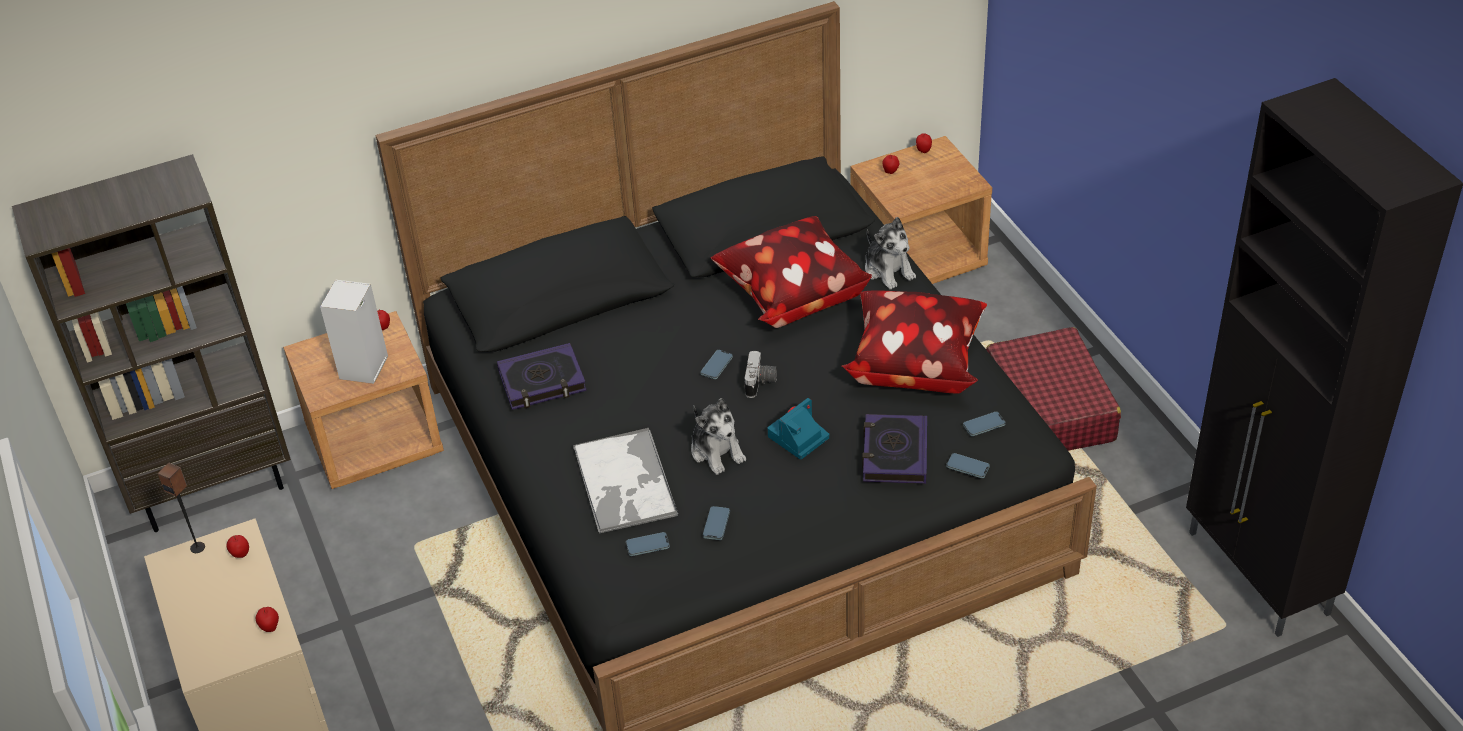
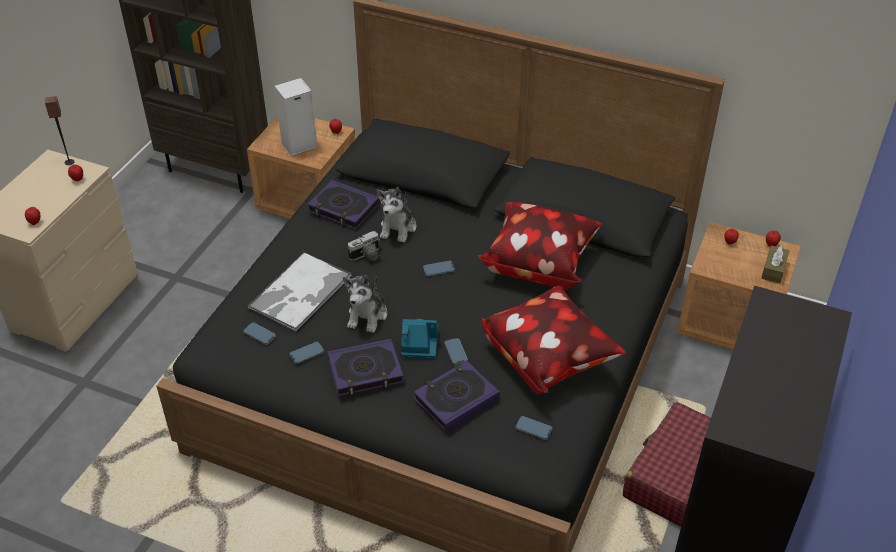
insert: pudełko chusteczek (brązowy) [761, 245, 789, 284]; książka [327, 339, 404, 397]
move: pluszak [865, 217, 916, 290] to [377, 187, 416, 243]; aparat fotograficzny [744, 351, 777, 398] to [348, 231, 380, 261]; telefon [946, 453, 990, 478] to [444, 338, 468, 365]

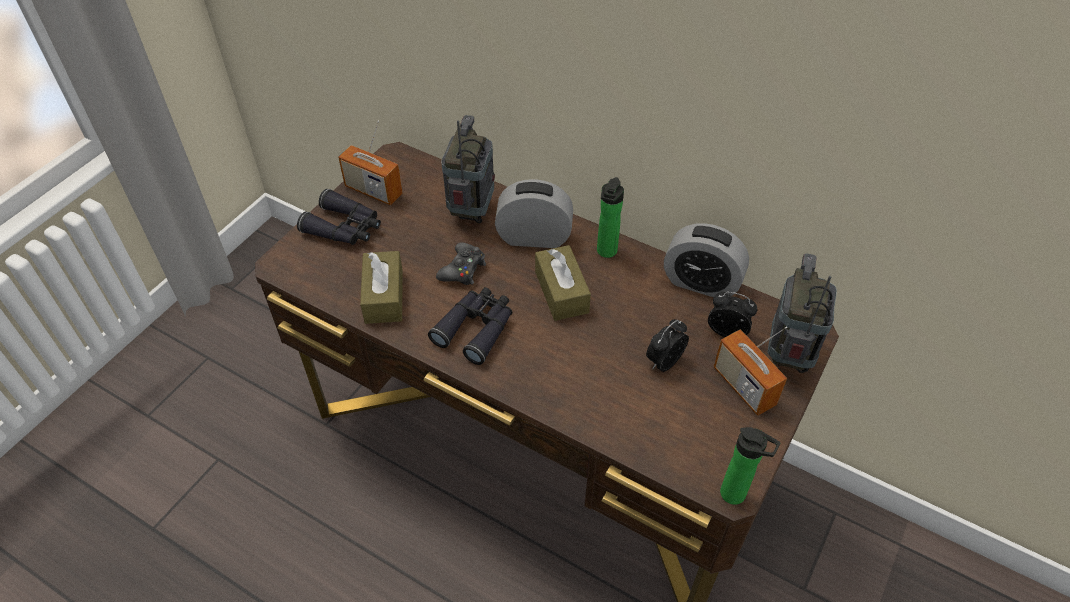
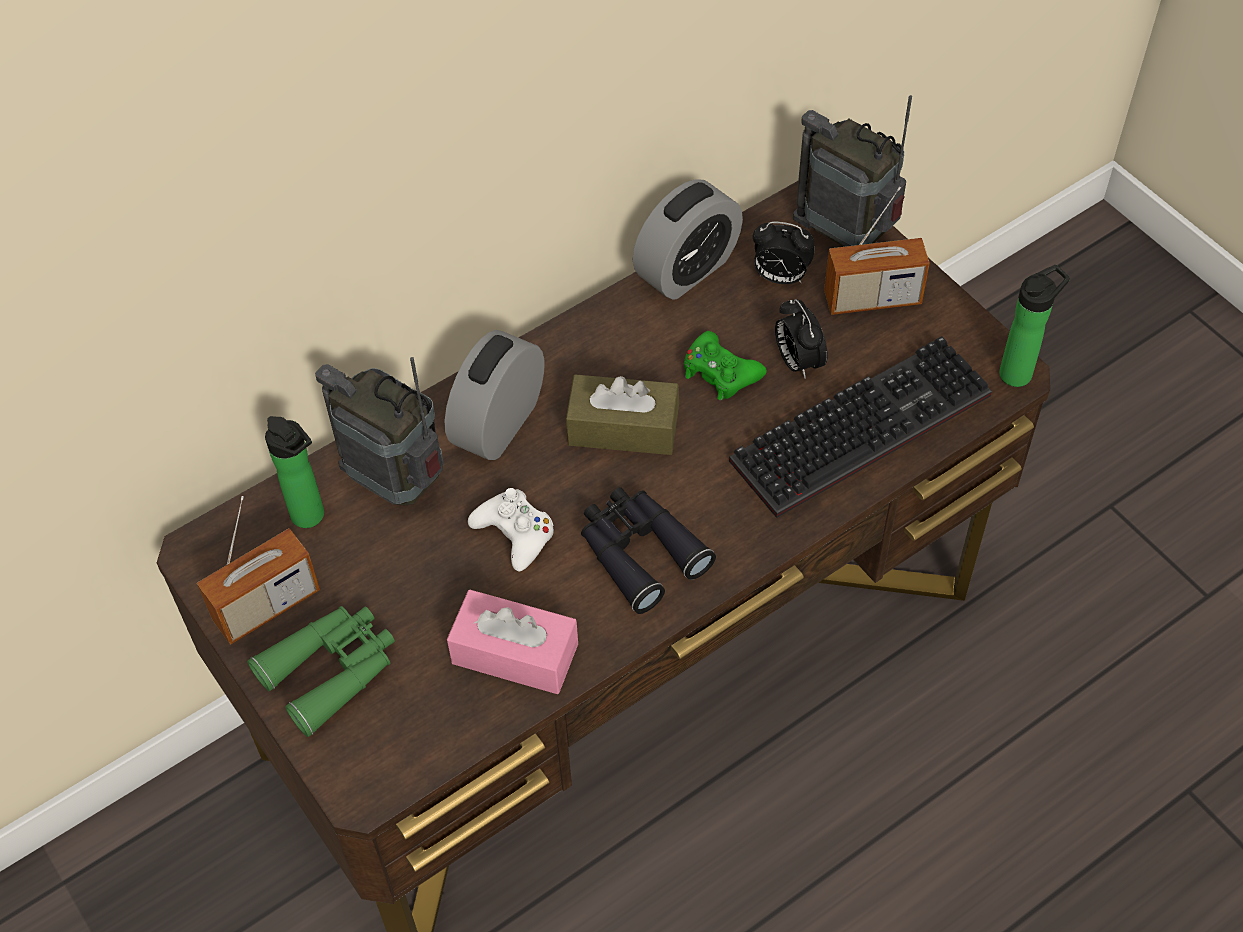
insert: pad do gier (zielony) [684, 331, 767, 401]; klawiatura [729, 336, 992, 518]
move: butelka [597, 177, 624, 258] to [265, 416, 324, 528]
recolor: lornetka (czarny) [297, 189, 381, 245] to lornetka (zielony) [247, 606, 395, 737]; pad do gier (czarny) [436, 242, 486, 285] to pad do gier (biały) [468, 488, 554, 572]; pudełko chusteczek (brązowy) [360, 251, 403, 324] to pudełko chusteczek (różowy) [447, 590, 578, 694]
rotate: budzik [708, 292, 757, 337] = [753, 221, 815, 284] 120 degrees counterclockwise

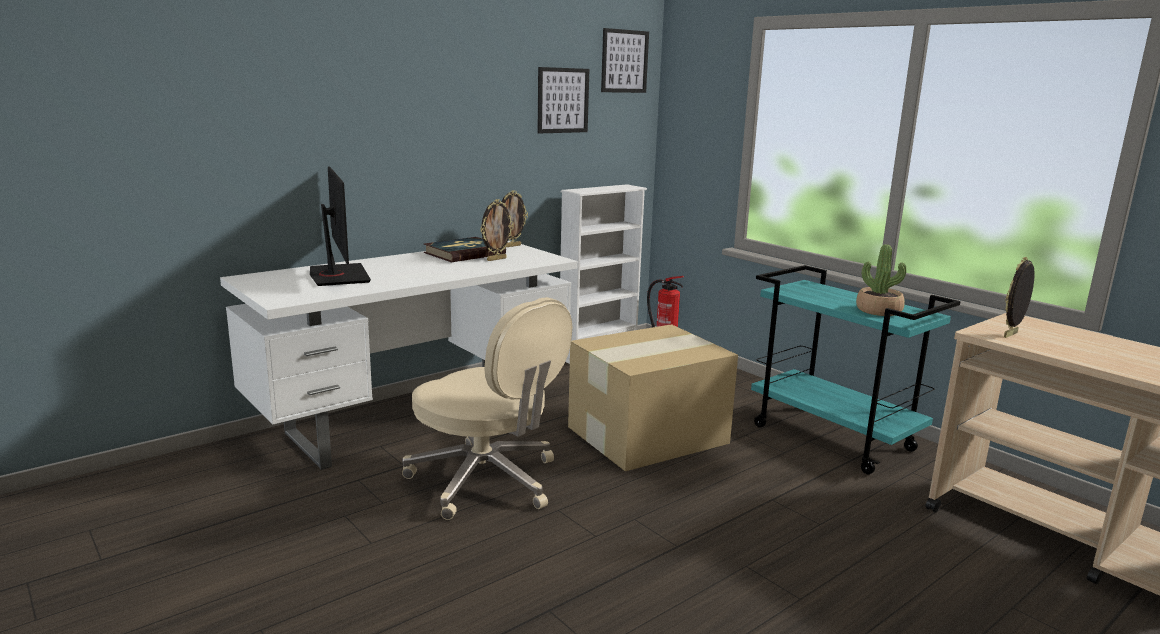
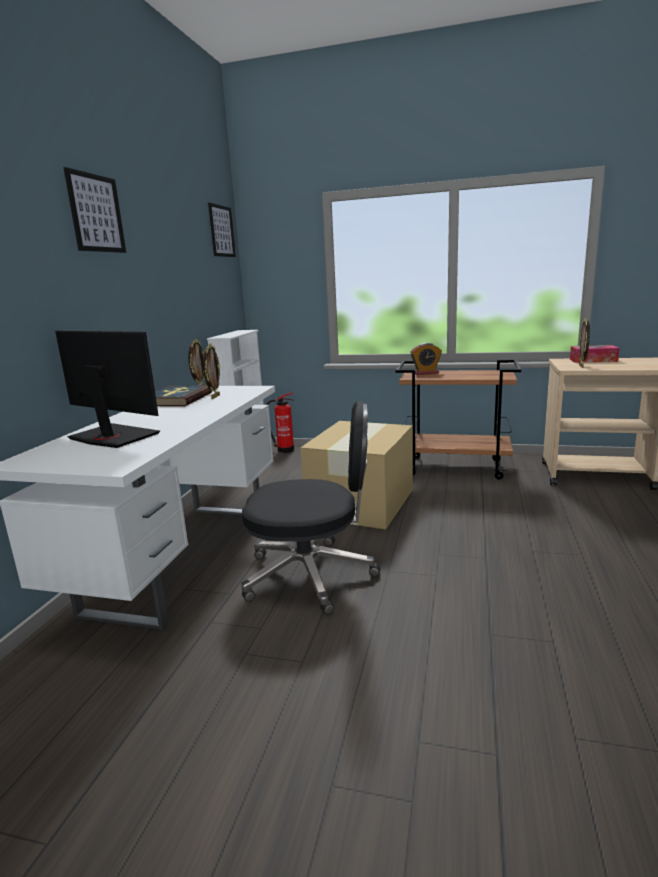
delete: roślina doniczkowa [856, 244, 906, 316]
insert: budzik [410, 343, 442, 375]; pudełko chusteczek [570, 345, 620, 363]
move: obraz [537, 67, 589, 133] to [63, 167, 126, 253]
recolor: wózek (turkusowy) [751, 265, 961, 474] to wózek (brązowy) [396, 360, 521, 480]; krzesło biurowe (beżowy) [402, 297, 572, 520] to krzesło biurowe (czarny) [241, 401, 381, 615]

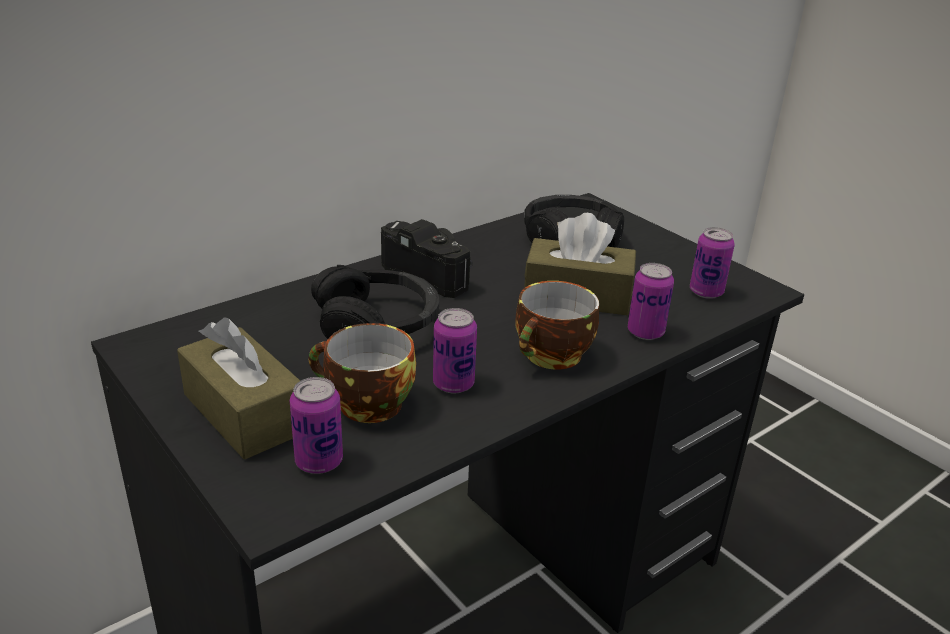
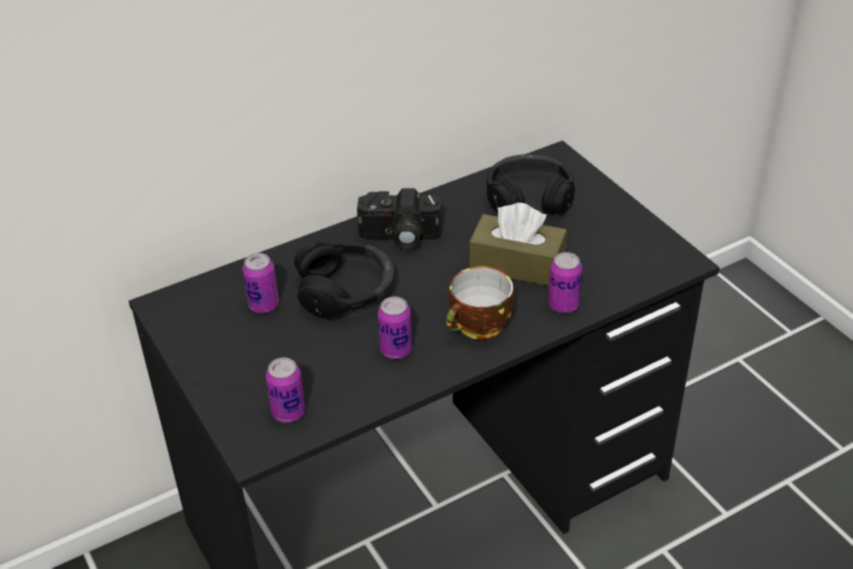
delete: pudełko chusteczek (brązowy) [177, 317, 300, 459]; filiżanka [309, 323, 416, 423]
move: puszka [690, 227, 735, 299] to [242, 253, 279, 313]
rotate: aparat fotograficzny [381, 219, 473, 298] = [357, 188, 442, 250] 135 degrees clockwise

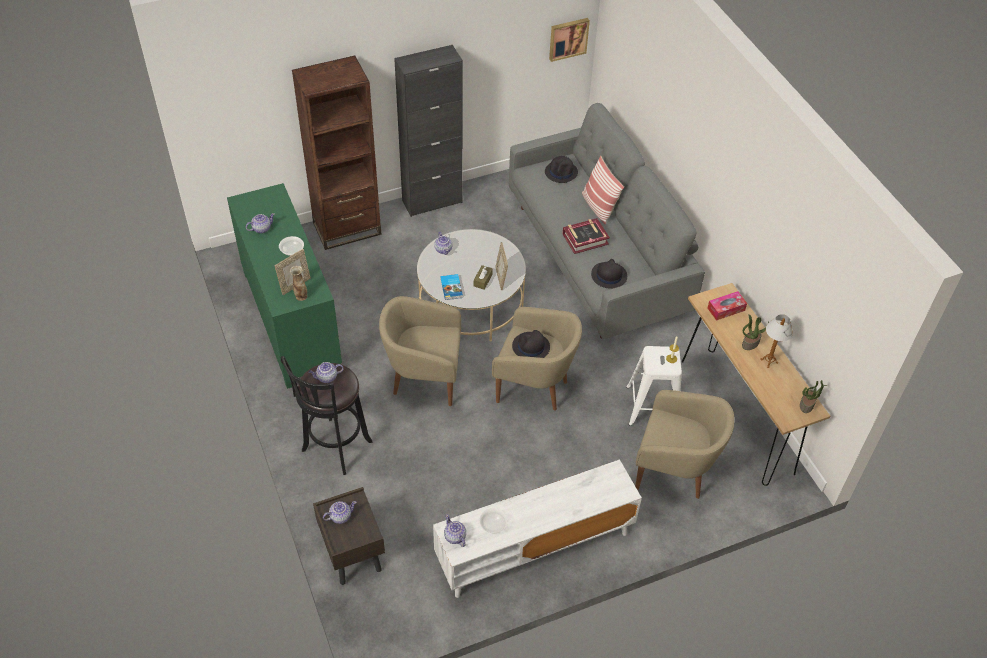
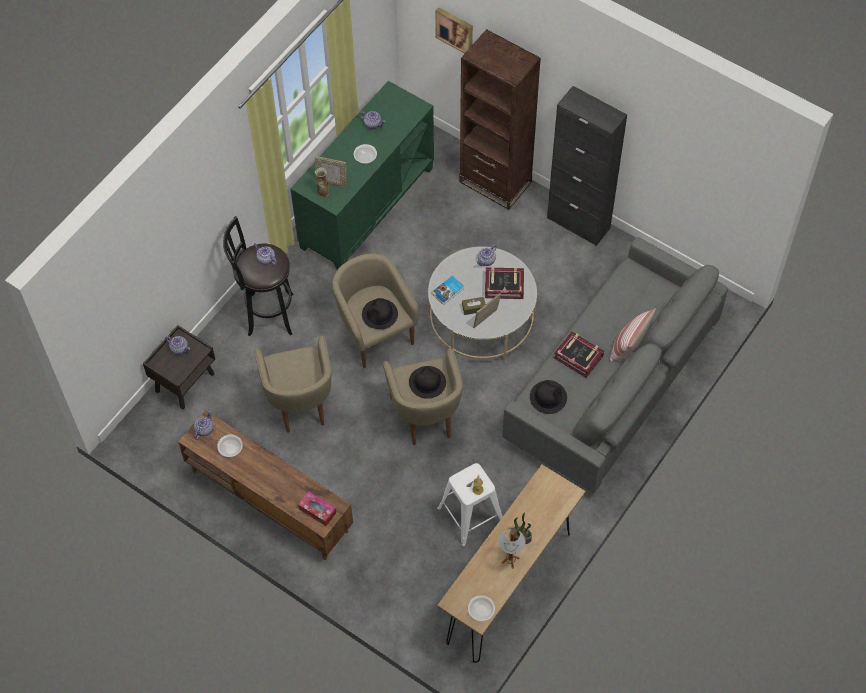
insert: książka [485, 267, 524, 299]
move: obraz [549, 18, 590, 62] to [435, 7, 473, 54]; kapelusz (czarny) [545, 156, 578, 183] to [362, 298, 398, 329]; pudełko chusteczek [708, 291, 747, 321] to [298, 491, 336, 526]; fotel (beżowy) [635, 390, 734, 499] to [254, 336, 331, 433]
replace: roślina doniczkowa [800, 380, 827, 413] to miska [468, 595, 495, 621]
recolor: szafka pod telewizor (biały) [433, 459, 642, 598] to szafka pod telewizor (brązowy) [178, 410, 353, 560]

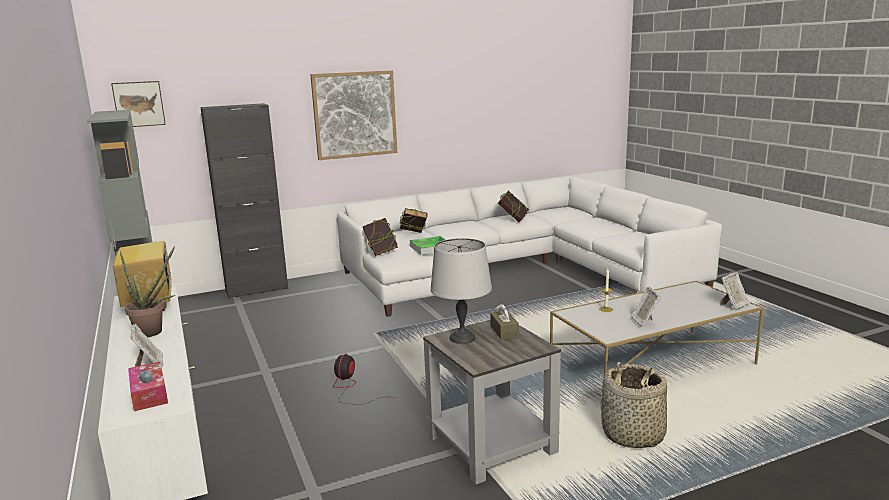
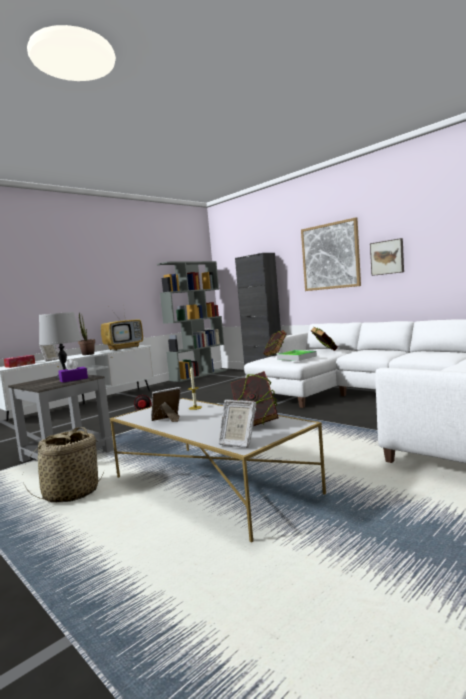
move: obraz [111, 81, 166, 127] to [370, 238, 404, 276]; książka [498, 191, 529, 222] to [231, 371, 279, 426]
recolor: pudełko chusteczek (brązowy) [490, 304, 519, 340] to pudełko chusteczek (fioletowy) [58, 359, 88, 383]

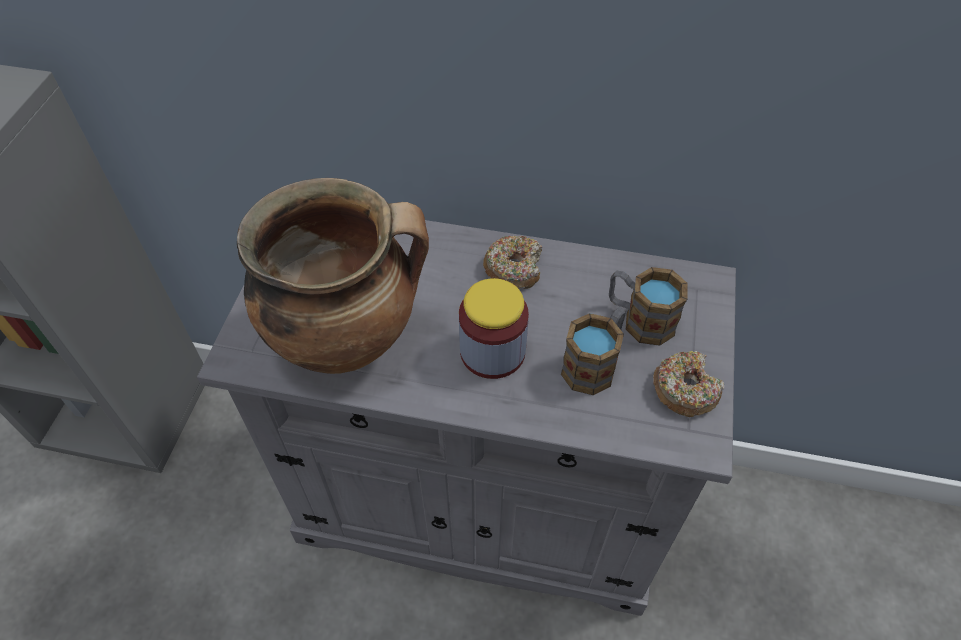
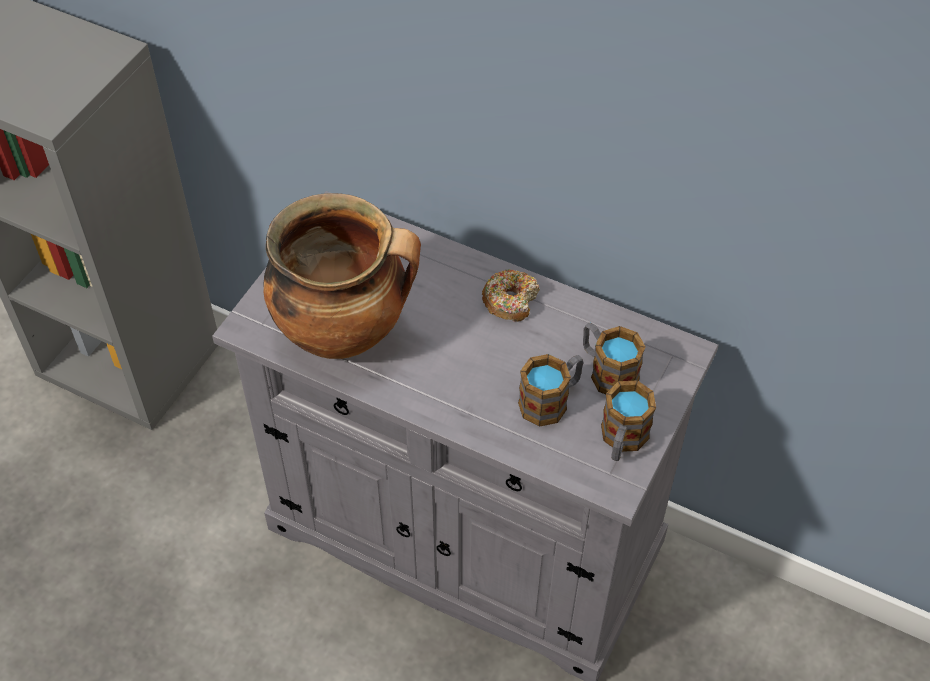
delete: słoik [459, 278, 529, 379]
replace: donut [653, 351, 724, 417] to kubek [601, 380, 656, 461]

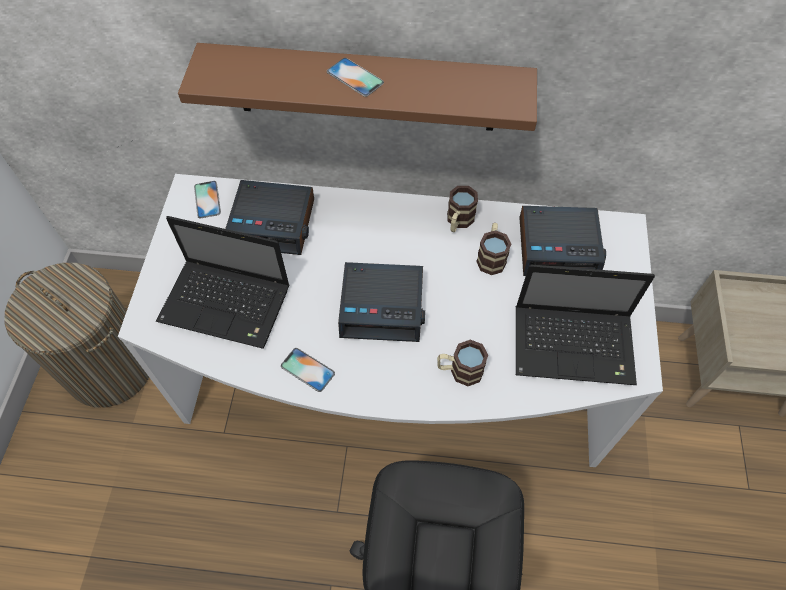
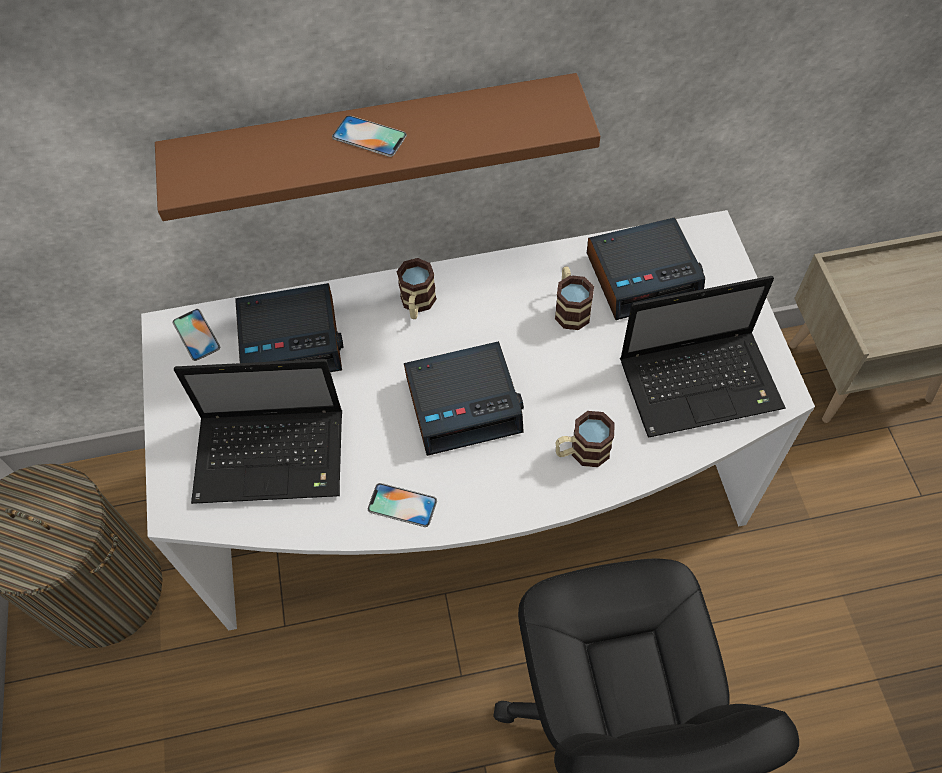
move: kubek [447, 186, 478, 232] to [397, 258, 437, 319]

